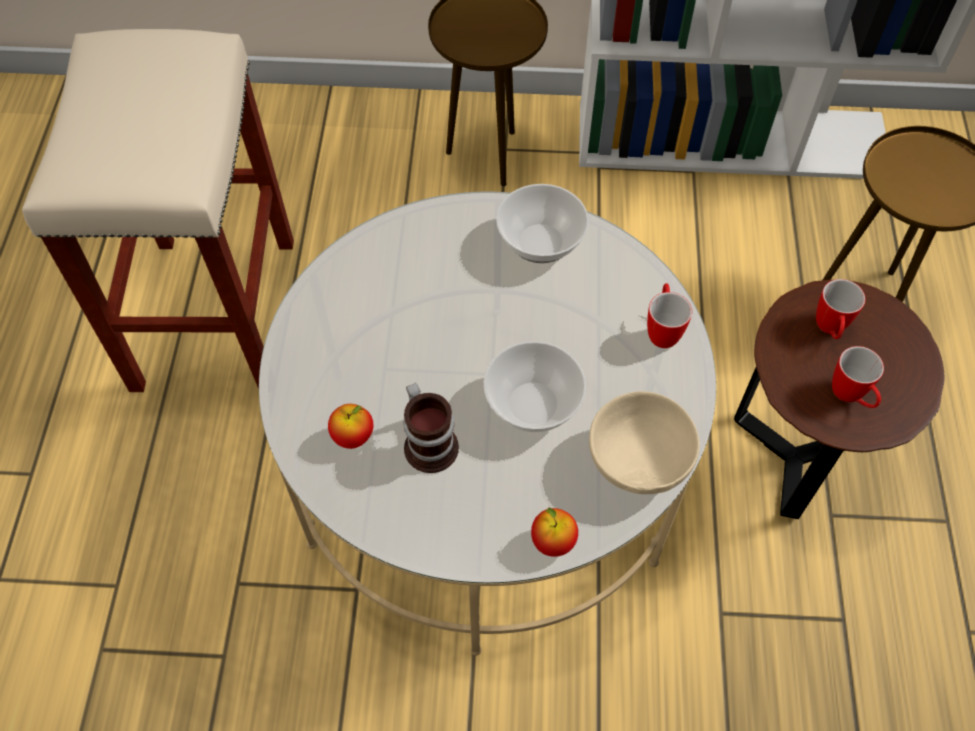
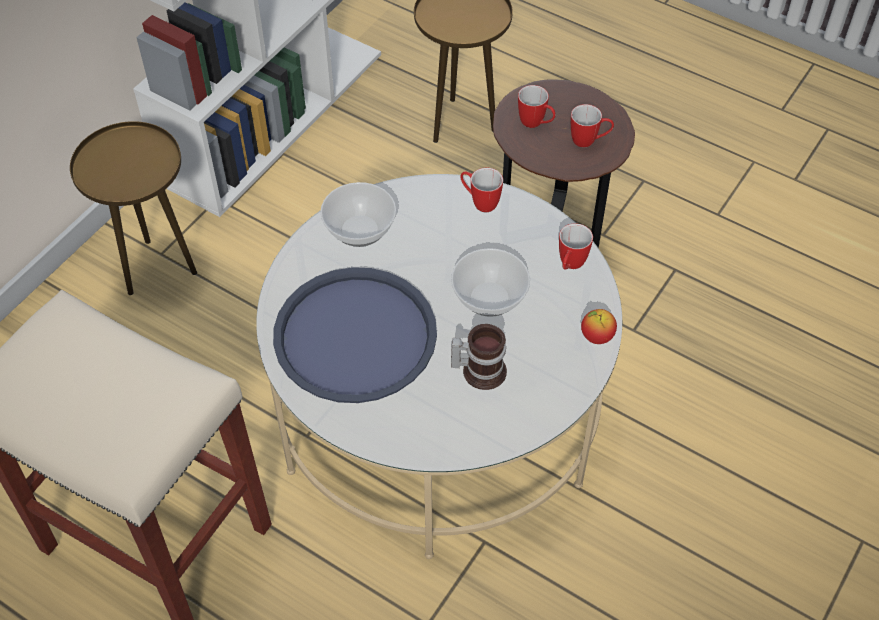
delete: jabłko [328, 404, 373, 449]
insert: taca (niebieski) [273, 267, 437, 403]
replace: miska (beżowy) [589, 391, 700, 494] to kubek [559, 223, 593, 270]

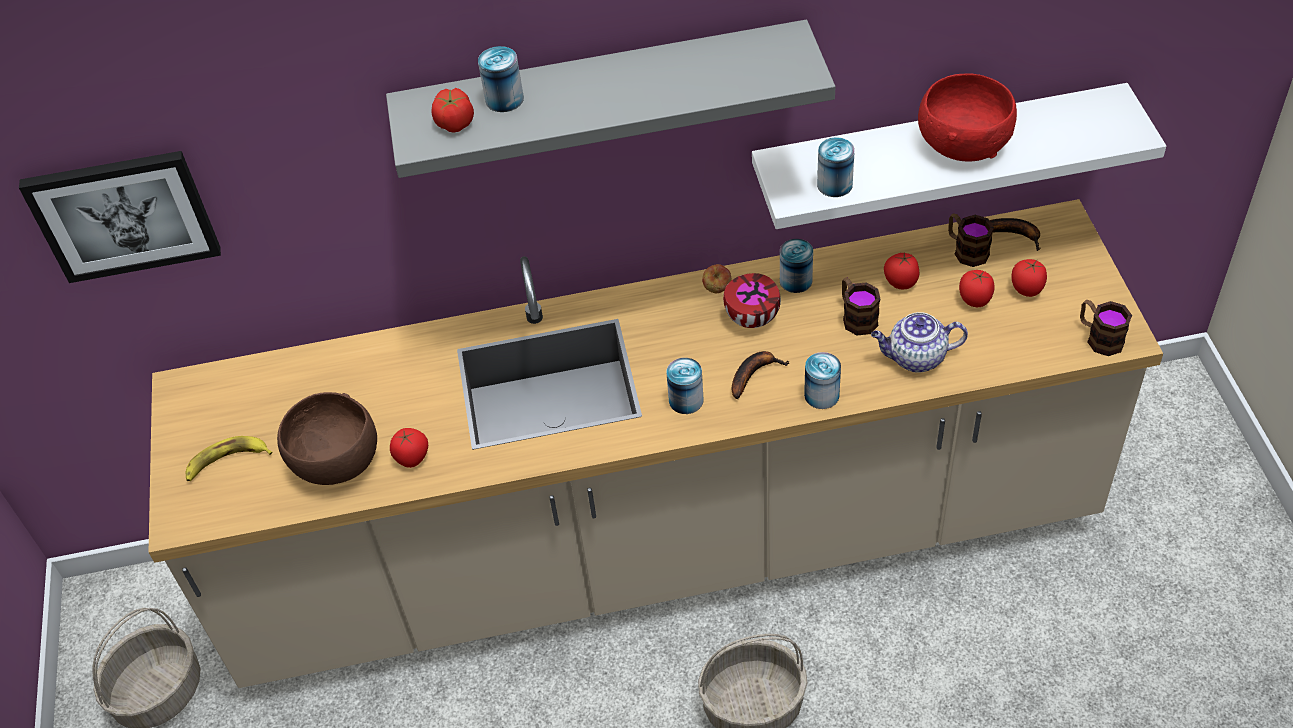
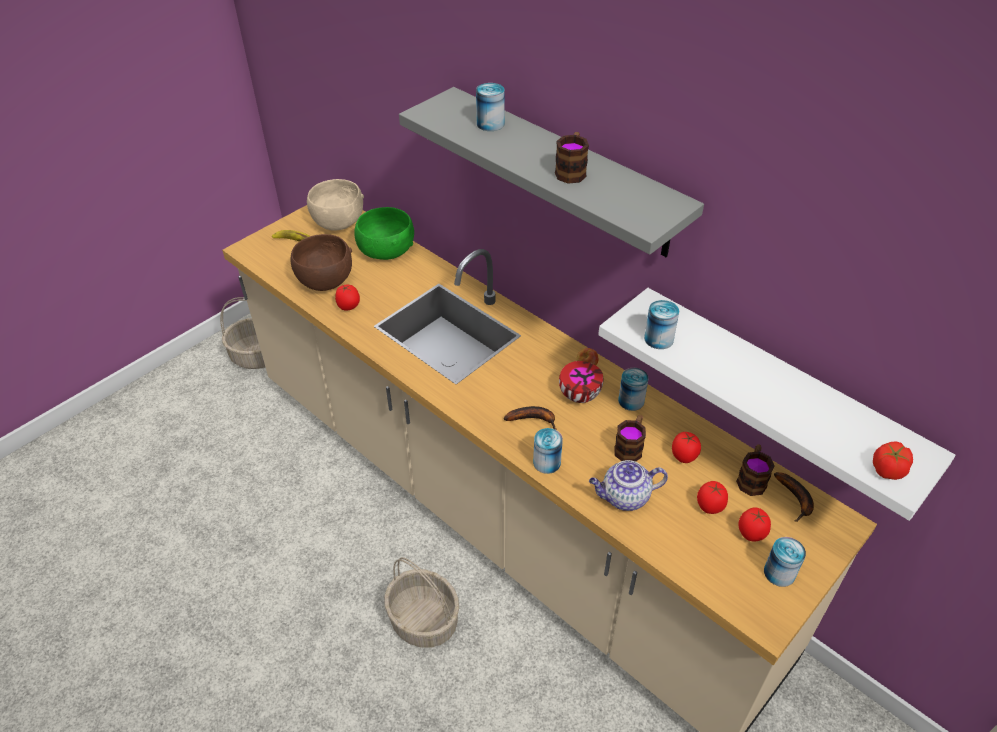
delete: miska (czerwony) [918, 74, 1017, 161]; obraz [19, 151, 221, 283]
insert: miska (beżowy) [307, 179, 364, 231]; miska (zielony) [354, 207, 414, 260]
move: pomidor [431, 88, 474, 133] to [873, 441, 913, 480]; kubek [1080, 300, 1132, 356] to [555, 132, 589, 184]; puszka [666, 358, 703, 414] to [764, 537, 806, 587]
rotate: imbryk [871, 312, 968, 373] = [589, 460, 668, 511] 60 degrees counterclockwise

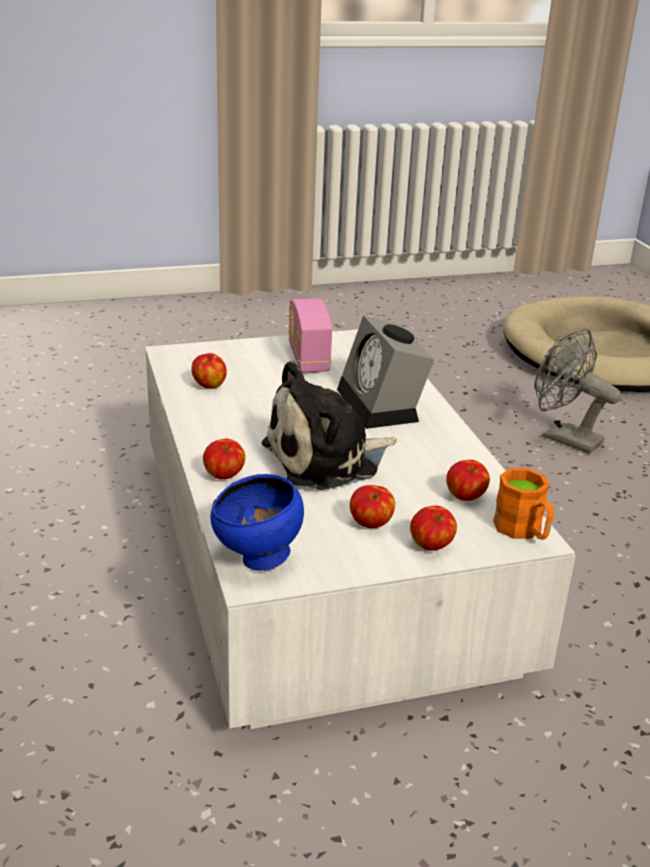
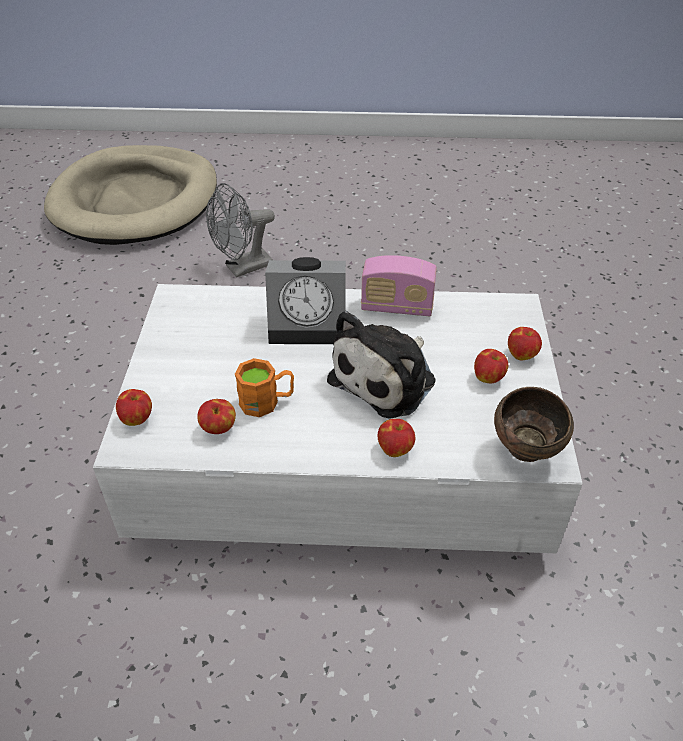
move: radio [288, 298, 332, 373] to [361, 255, 437, 316]; jabłko [446, 460, 490, 501] to [116, 389, 152, 426]; kubek (pomarańczowy) [493, 468, 554, 540] to [235, 358, 294, 417]
recolor: miska (niebieski) [210, 474, 304, 571] to miska (brązowy) [494, 387, 574, 462]
rotate: pluszak [261, 361, 397, 490] = [327, 311, 435, 419] 45 degrees clockwise

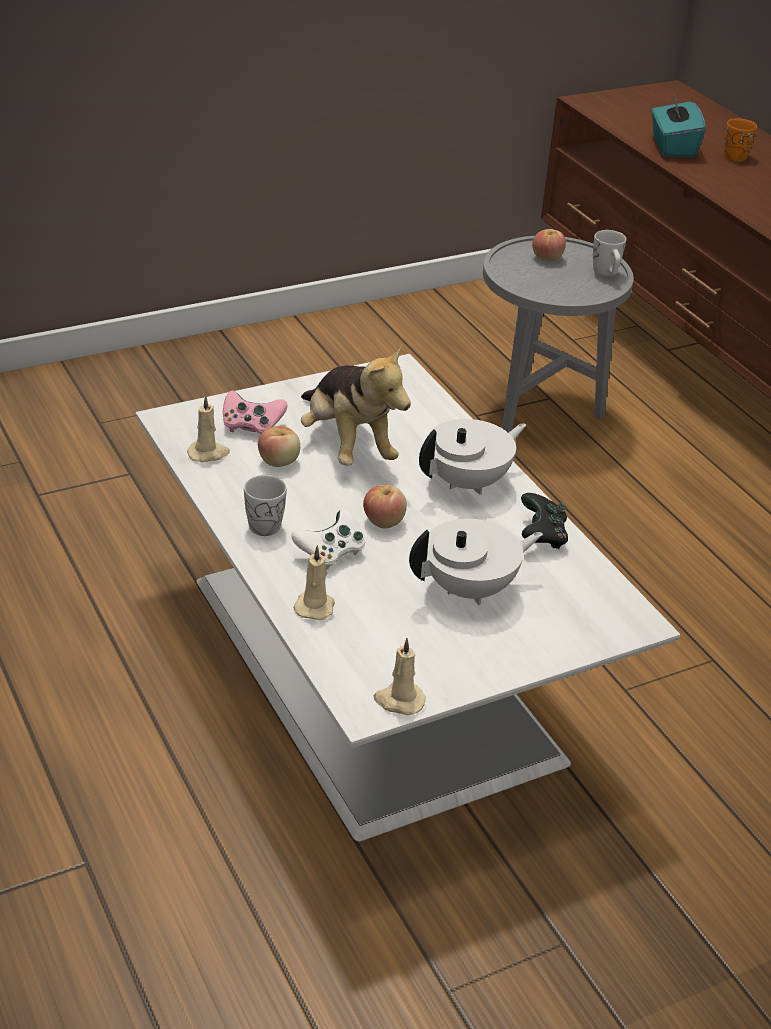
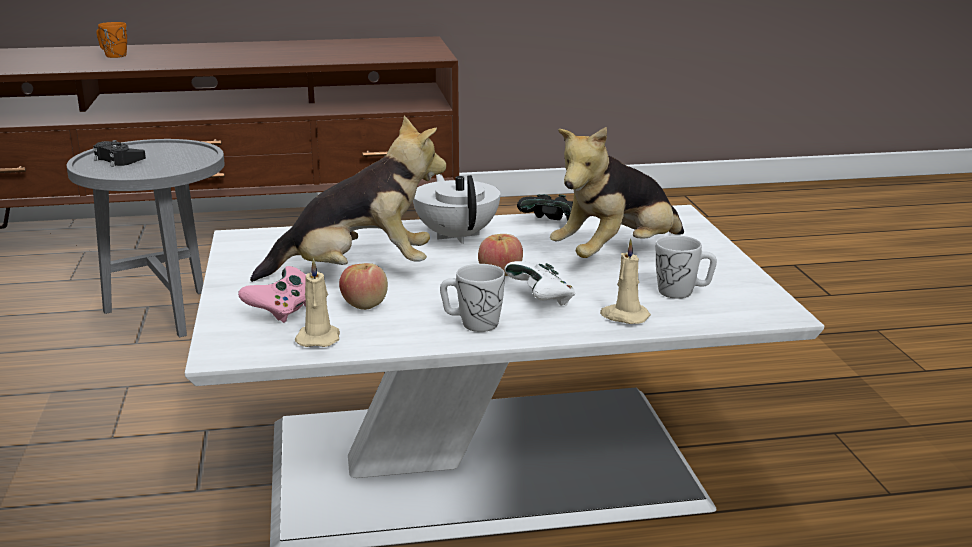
delete: pudełko chusteczek (turkusowy) [652, 91, 706, 158]; świeca (beżowy) [373, 638, 426, 715]
move: kubek (biały) [593, 230, 626, 276] to [656, 235, 717, 299]
replace: jabłko [532, 229, 566, 262] to pad do gier (czarny) [93, 140, 146, 167]; imbryk (biały) [409, 519, 543, 606] to pluszak [550, 127, 684, 258]

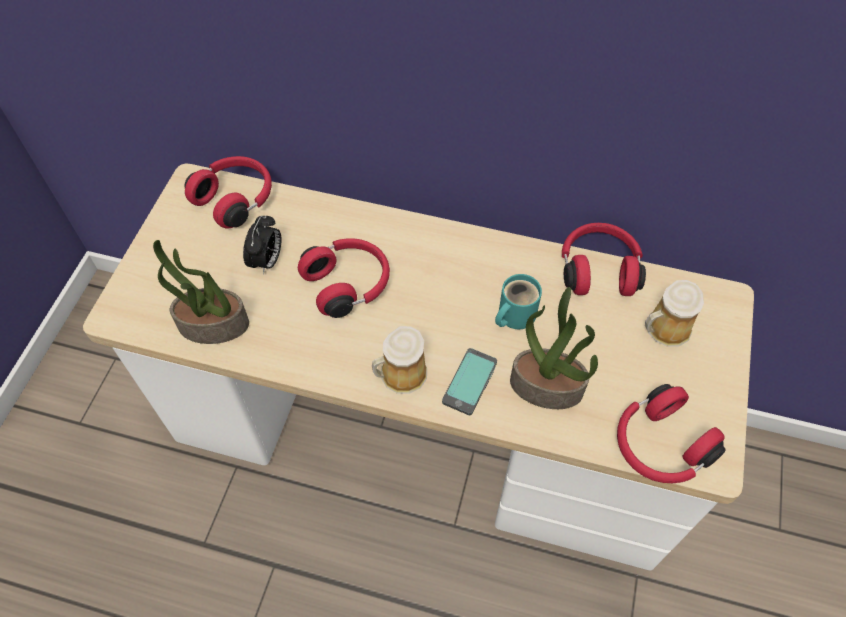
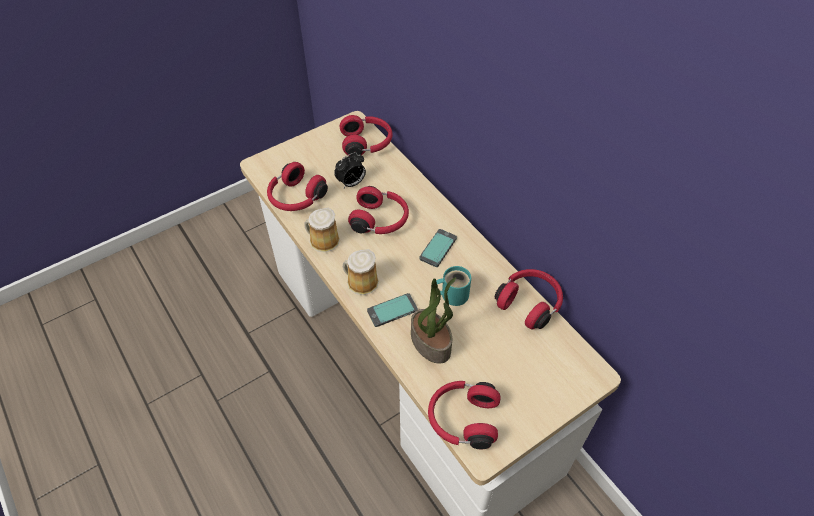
insert: telefon [419, 229, 457, 267]
move: kubek [645, 280, 704, 347] to [305, 208, 340, 252]
replace: roślina doniczkowa [153, 240, 249, 344] to słuchawki (czerwony) [267, 162, 328, 211]

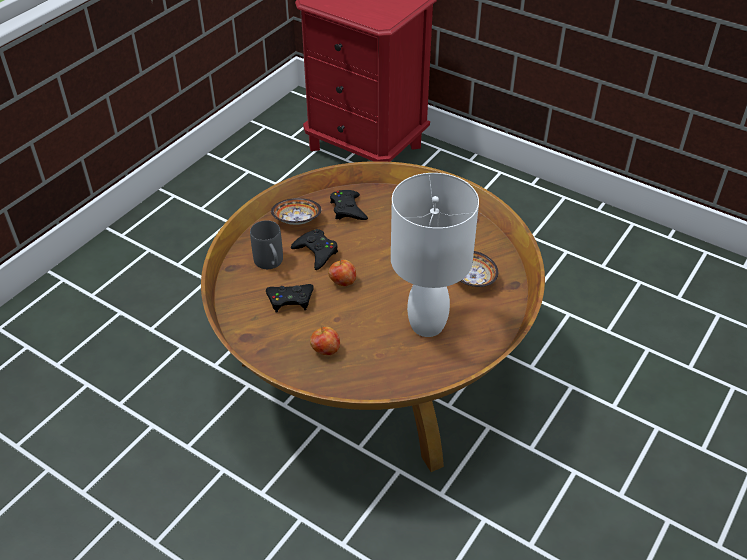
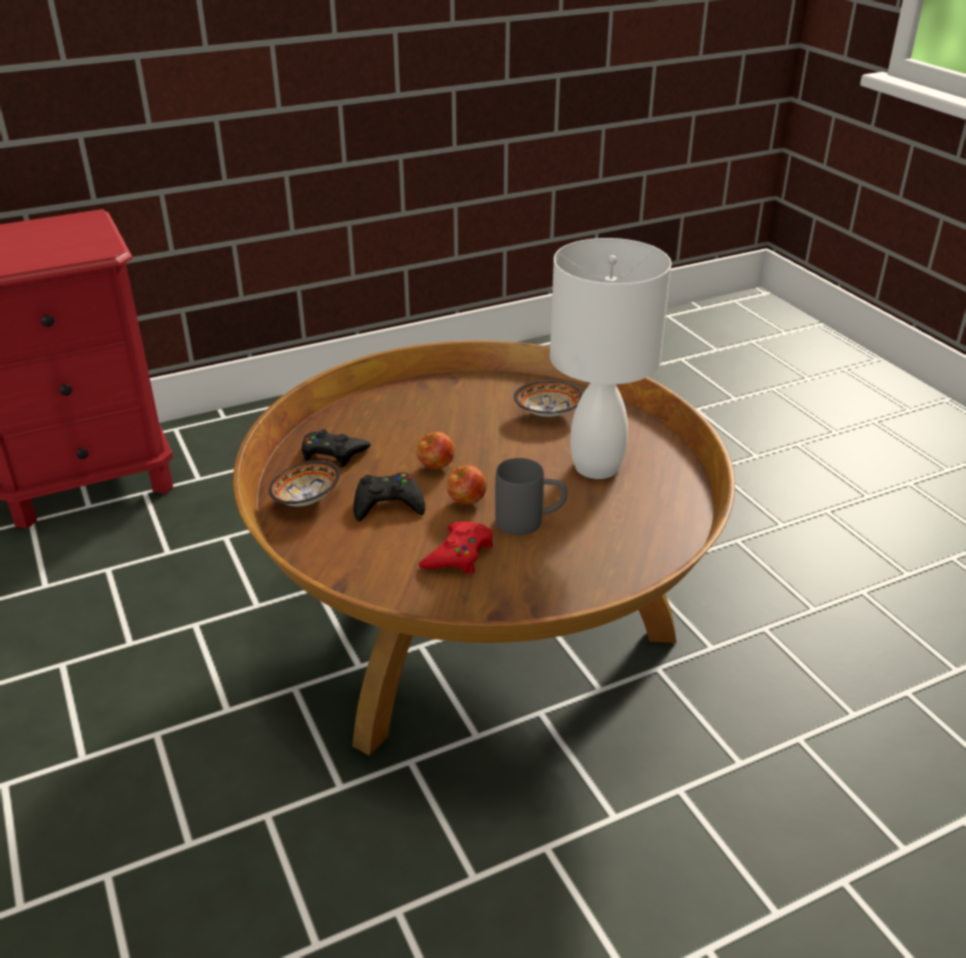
move: kubek (szary) [250, 220, 283, 269] to [495, 458, 567, 535]; jabłko [310, 326, 340, 355] to [417, 432, 455, 469]
recolor: pad do gier (czarny) [266, 284, 314, 313] to pad do gier (czerwony) [419, 521, 493, 573]

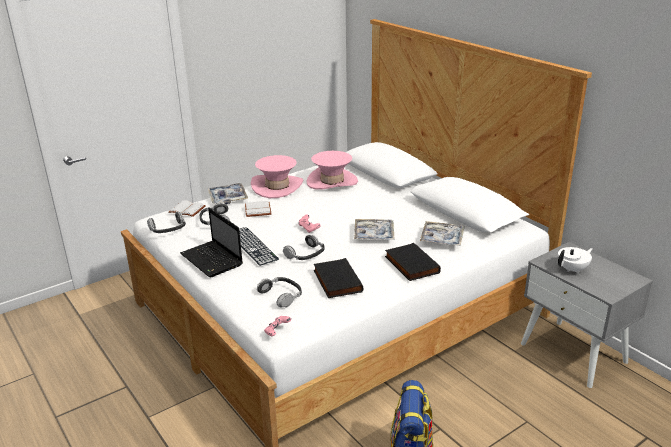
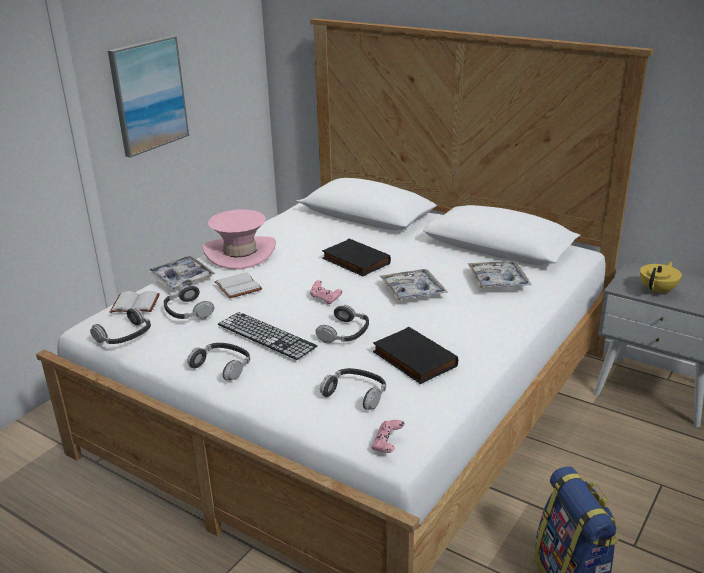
delete: kapelusz (różowy) [307, 151, 358, 190]
insert: obraz [108, 36, 189, 158]
move: książka (czarny) [385, 243, 441, 281] to [322, 239, 391, 276]
replace: laptop [180, 207, 243, 277] to słuchawki [187, 343, 250, 381]
recolor: imbryk (biały) [558, 247, 593, 274] to imbryk (żółty) [640, 262, 682, 294]

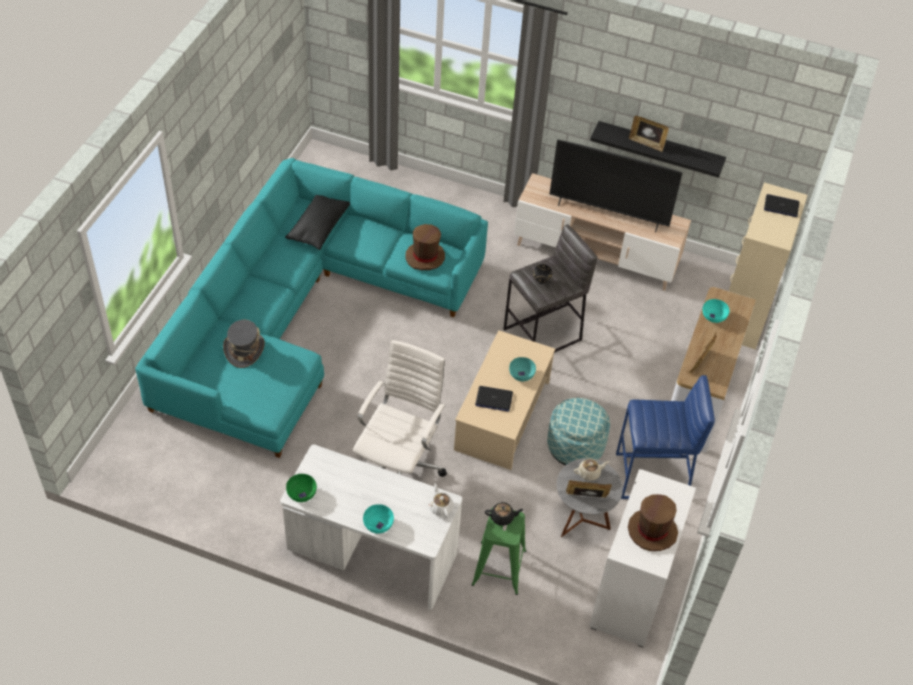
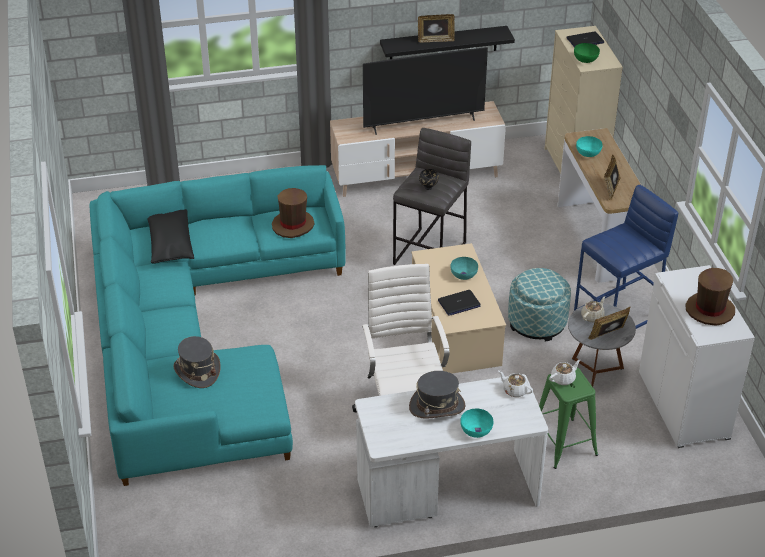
insert: kapelusz (szary) [409, 371, 466, 419]
move: miska (zielony) [286, 474, 317, 502] to [574, 43, 600, 63]
recolor: imbryk (czarny) [485, 502, 524, 526] to imbryk (biały) [549, 360, 581, 385]

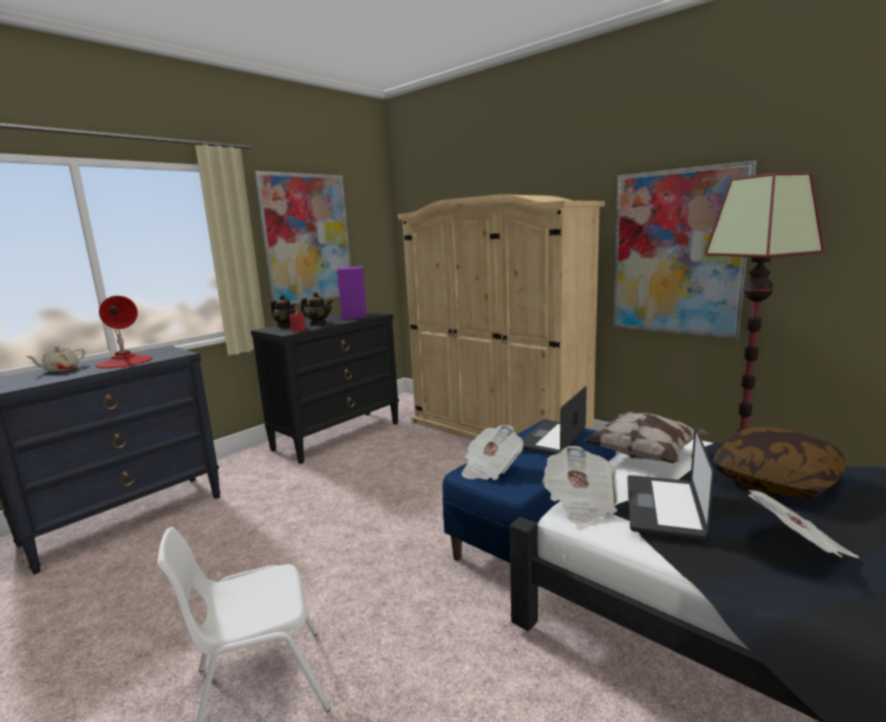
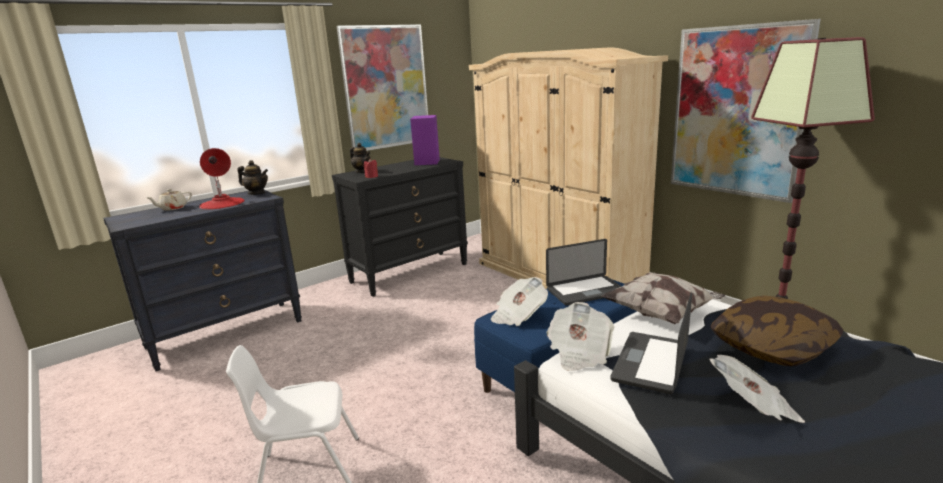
move: imbryk [300, 292, 333, 324] to [237, 160, 268, 195]
rotate: laptop [522, 386, 587, 455] = [546, 239, 622, 306] 150 degrees counterclockwise

